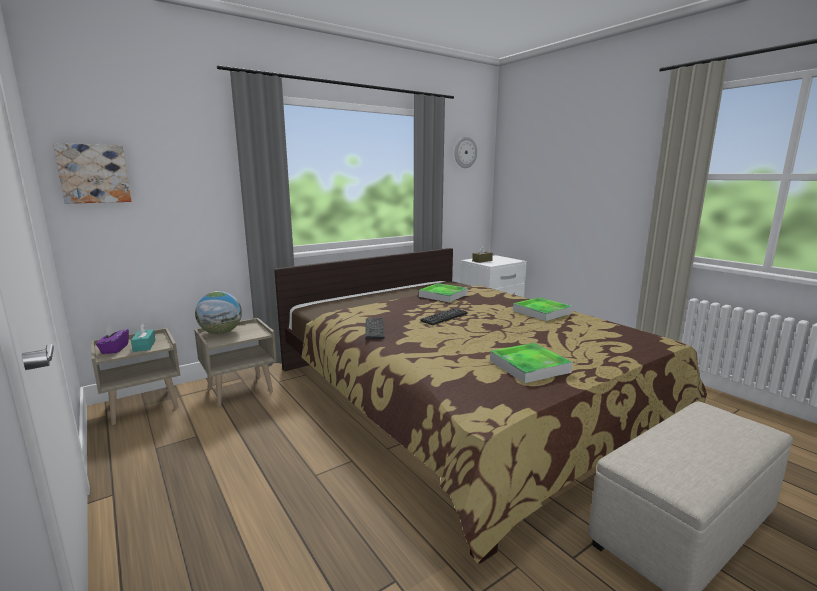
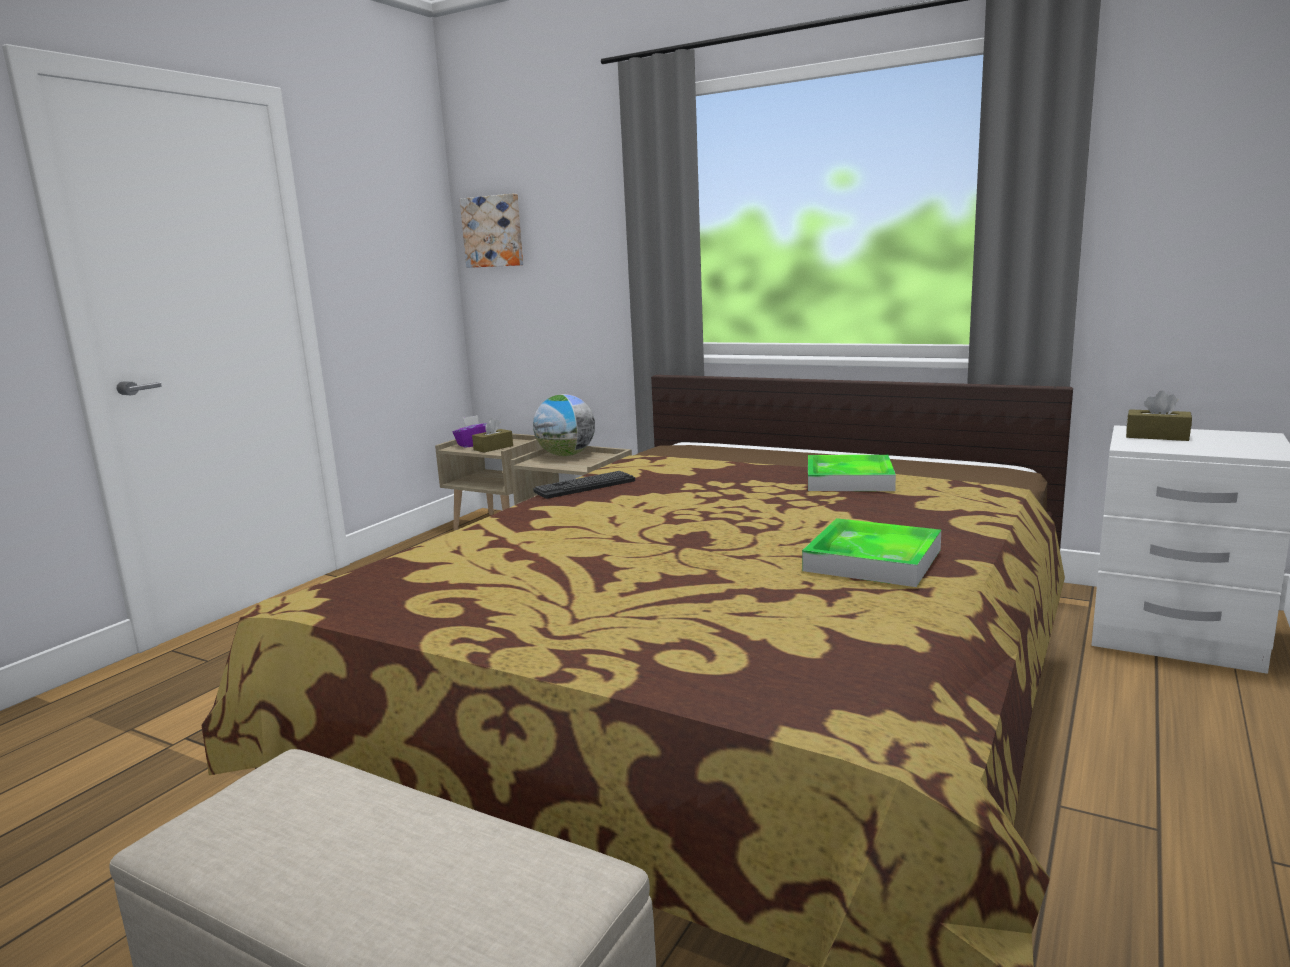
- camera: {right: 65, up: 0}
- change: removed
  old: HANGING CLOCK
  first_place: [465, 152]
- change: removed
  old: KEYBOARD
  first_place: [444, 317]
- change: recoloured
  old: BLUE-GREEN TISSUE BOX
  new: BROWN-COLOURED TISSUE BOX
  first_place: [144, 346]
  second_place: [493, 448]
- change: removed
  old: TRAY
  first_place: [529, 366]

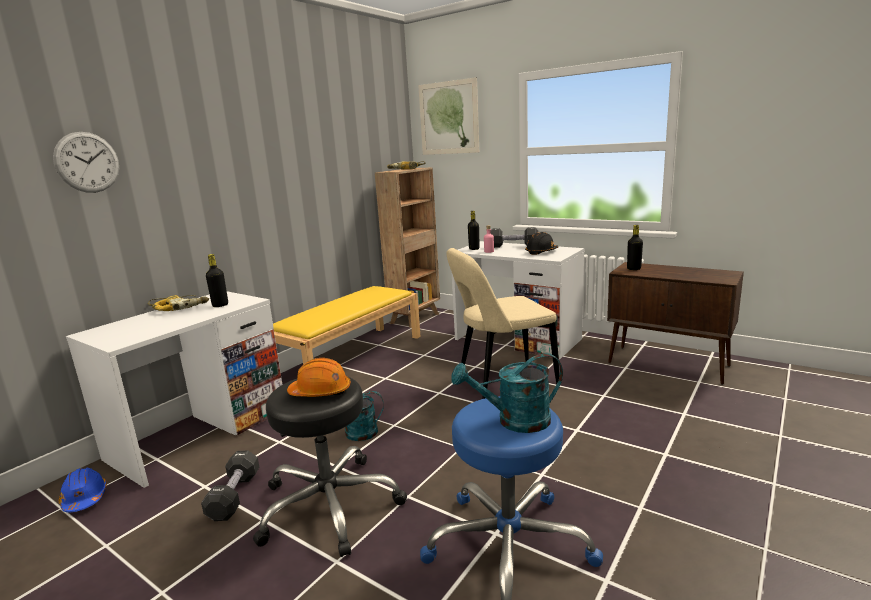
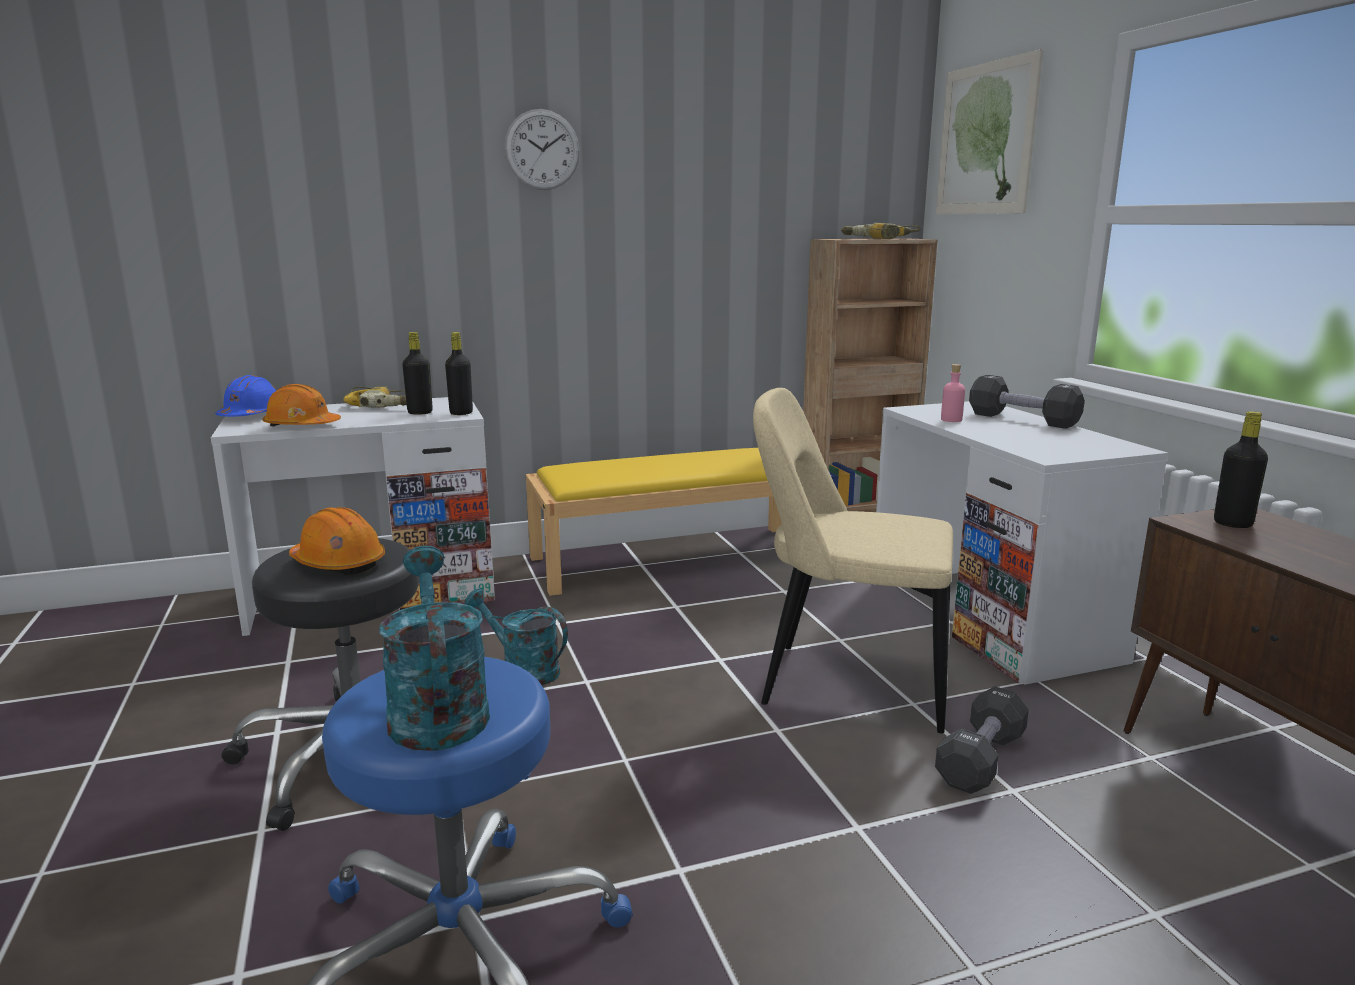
- camera: {right: 35, up: 0}
- change: moved
  old: HANGING CLOCK
  first_place: [87, 162]
  second_place: [542, 150]
- change: moved
  old: BLACK-COLOURED BOTTLE
  first_place: [474, 249]
  second_place: [461, 413]
- change: removed
  old: BLACK-COLOURED WORK HELMET
  first_place: [541, 252]
- change: turned
  old: BLUE-GREEN WATERING POT
  first_place: [514, 421]
  second_place: [436, 709]
  degrees: 45
- change: moved
  old: BLACK-COLOURED HAND WEIGHT
  first_place: [234, 496]
  second_place: [980, 759]
- change: moved
  old: BLUE-COLOURED WORK HELMET
  first_place: [84, 499]
  second_place: [251, 416]
- change: added
  new: ORANGEY WORK HELMET
  second_place: [302, 426]

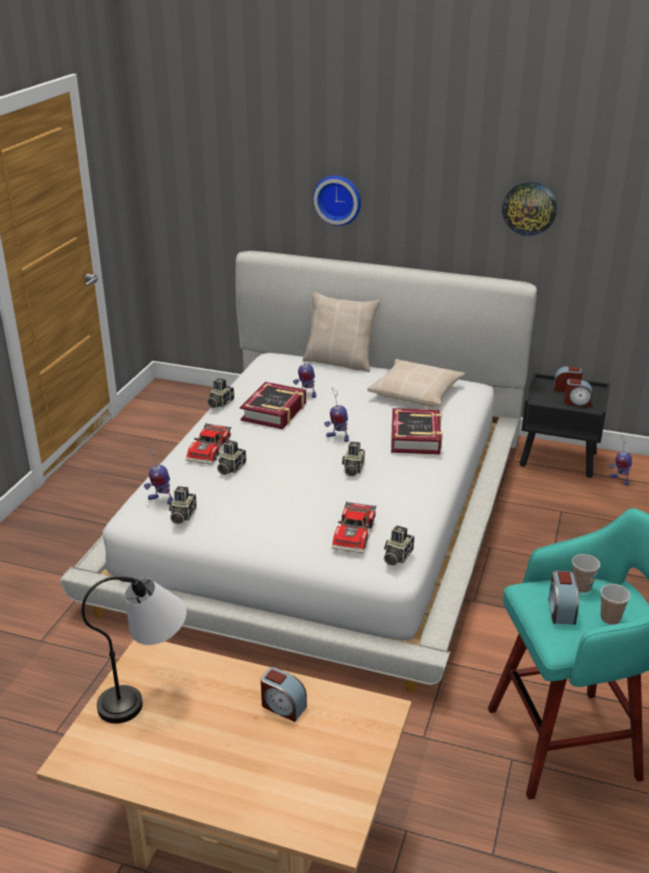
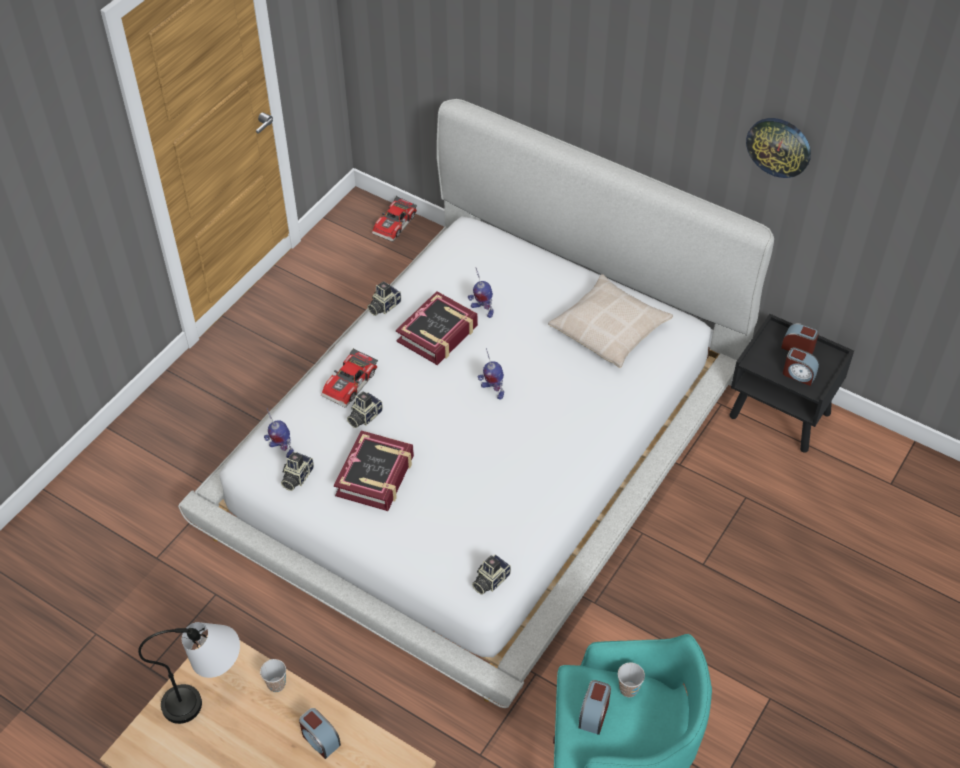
- camera: {right: 15, up: 20}
- change: removed
  old: HANGING CLOCK
  first_place: [338, 199]
- change: removed
  old: BEIGE PILLOW
  first_place: [340, 362]
- change: moved
  old: VOLUME
  first_place: [416, 438]
  second_place: [376, 476]
- change: removed
  old: TOY ROBOT
  first_place: [619, 480]
- change: removed
  old: PHOTO CAMERA
  first_place: [352, 469]
- change: moved
  old: MODEL CAR
  first_place: [356, 534]
  second_place: [396, 224]
- change: moved
  old: DRINKING CUP
  first_place: [610, 618]
  second_place: [276, 684]

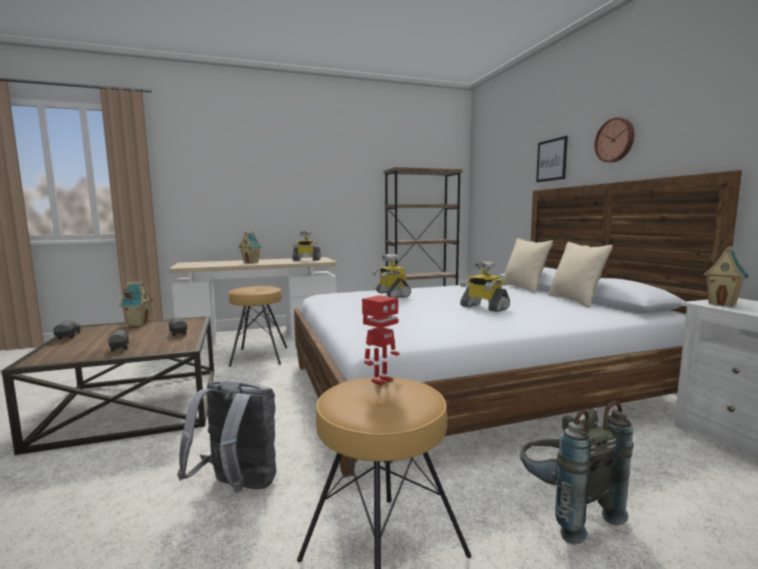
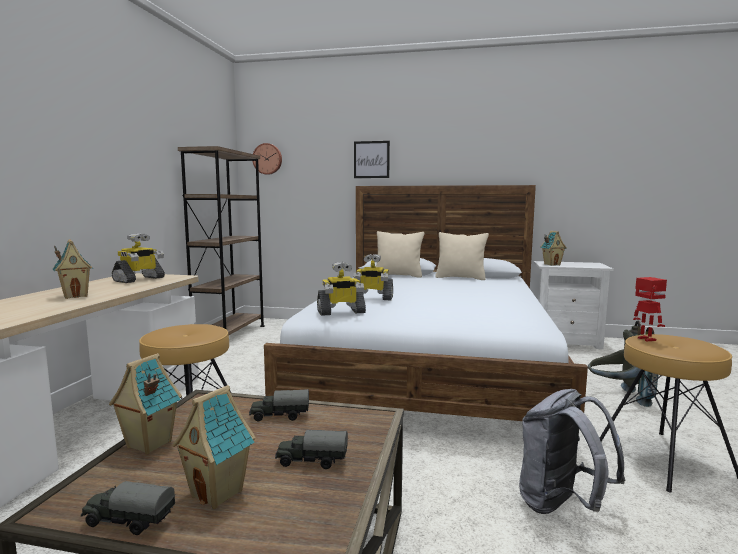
- camera: {right: -60, up: 0}
- change: moved
  old: HANGING CLOCK
  first_place: [615, 140]
  second_place: [267, 159]
- change: moved
  old: TOY ROBOT
  first_place: [483, 307]
  second_place: [341, 312]
- change: added
  new: TOY HOUSE
  second_place: [219, 493]

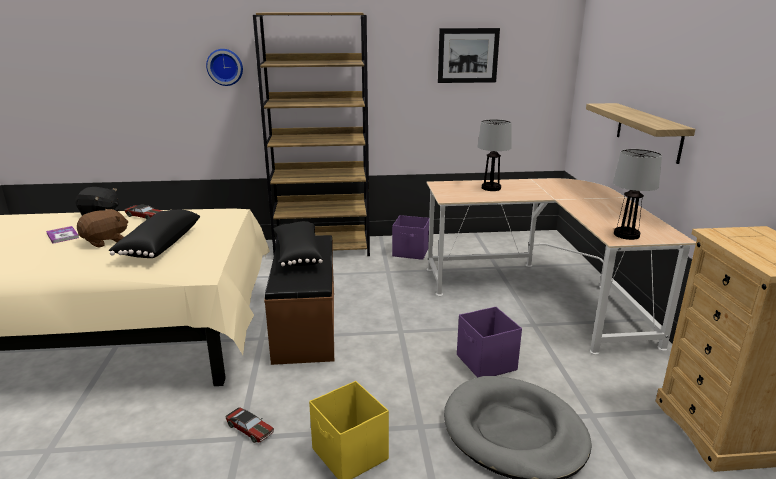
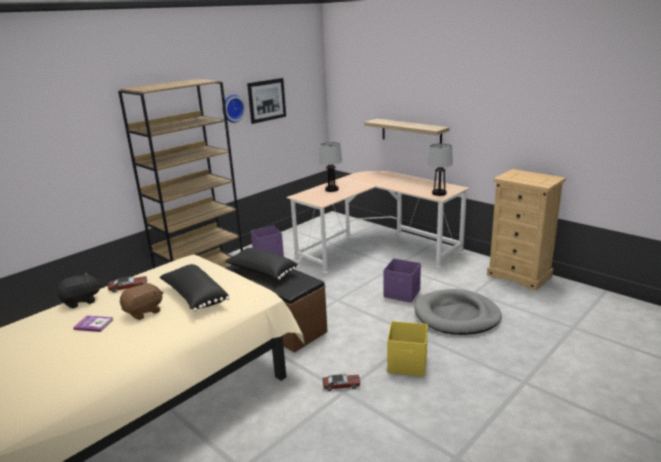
- camera: {right: -40, up: 0}
- change: moved
  old: HANGING CLOCK
  first_place: [225, 67]
  second_place: [232, 108]
- change: turned
  old: BROWN-COLOURED PLUSH TOY
  first_place: [105, 241]
  second_place: [144, 312]
  degrees: 45

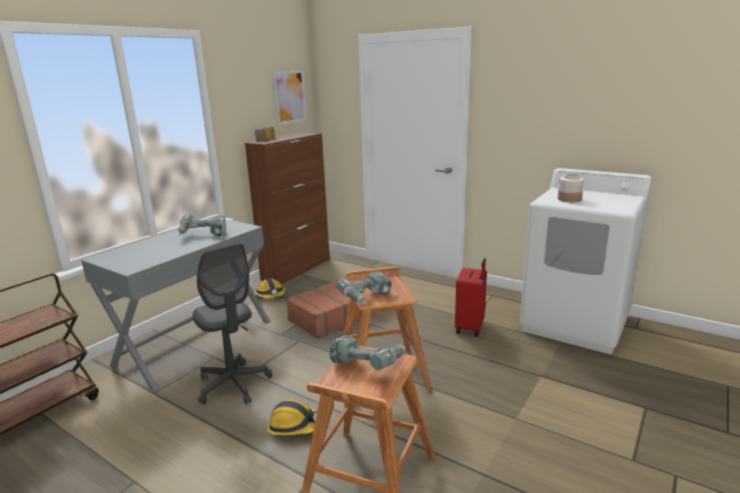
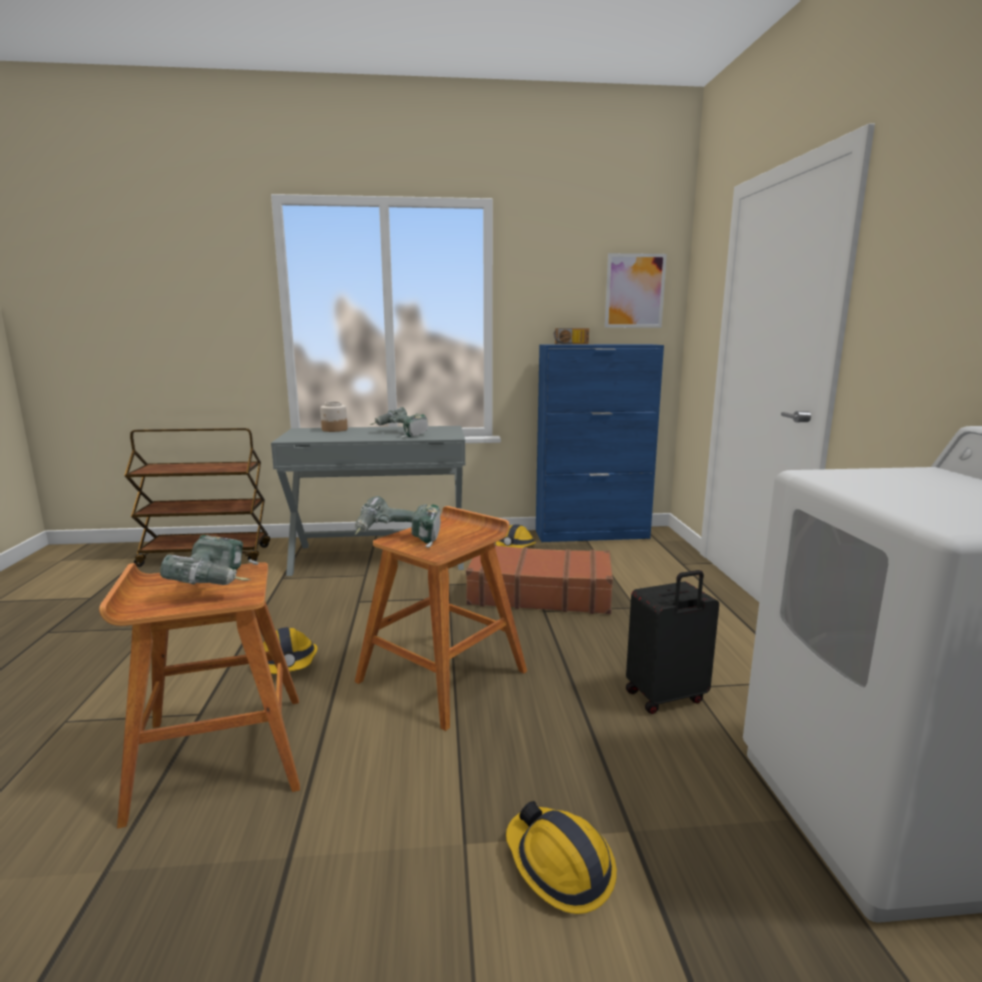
- camera: {right: 50, up: -5}
- change: recoloured
  old: BROWN-COLOURED CUPBOARD
  new: BLUE-COLOURED CUPBOARD
  first_place: [297, 269]
  second_place: [592, 534]
- change: moved
  old: JAR
  first_place: [569, 199]
  second_place: [334, 430]
- change: removed
  old: GRAY OFFICE CHAIR
  first_place: [233, 385]
- change: recoloured
  old: RED-COLOURED TRAVEL CASE
  new: BLACK-COLOURED TRAVEL CASE
  first_place: [470, 327]
  second_place: [666, 697]
- change: added
  new: WORK HELMET
  second_place: [559, 866]

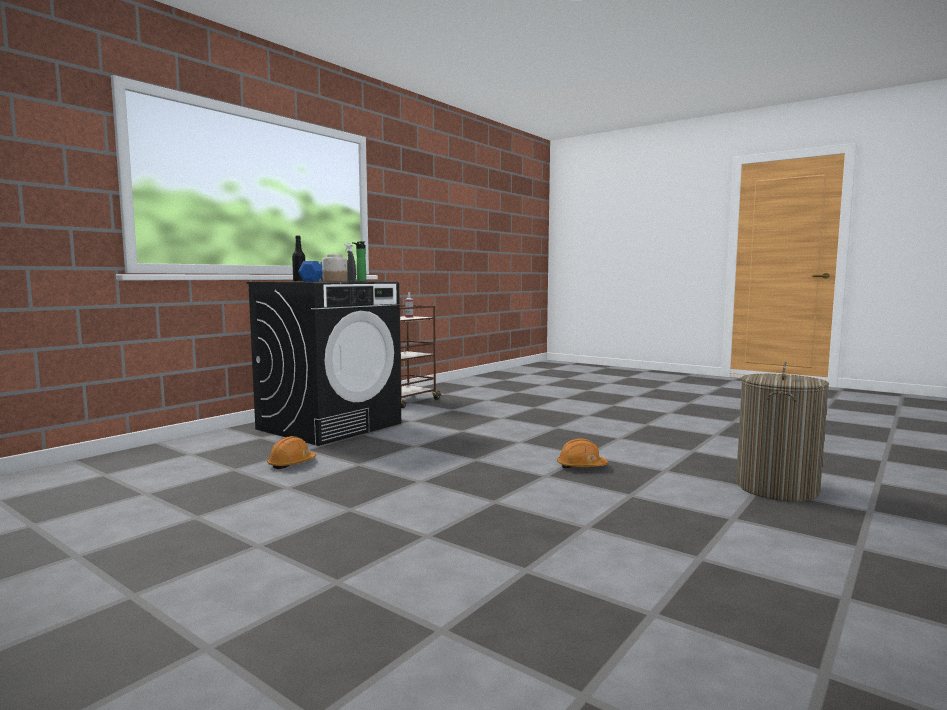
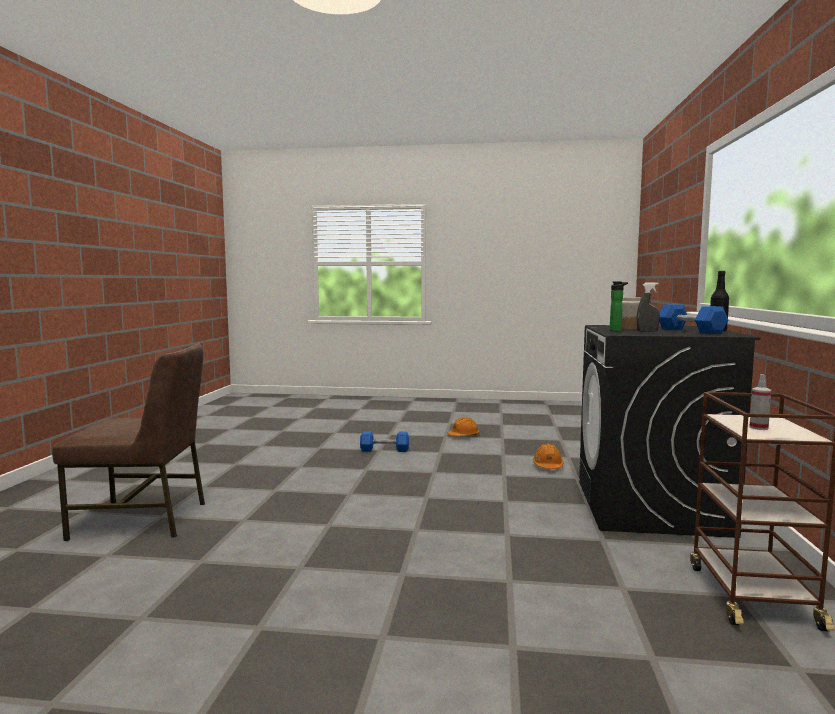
- camera: {right: 150, up: 0}
- change: replaced
  old: WASHING BASKET
  new: BROWN-COLOURED PLAIN CHAIR
  first_place: [776, 488]
  second_place: [142, 520]
- change: moved
  old: ORANGEY WORK HELMET
  first_place: [581, 466]
  second_place: [463, 436]
- change: added
  new: BLUE-COLOURED HAND WEIGHT
  second_place: [384, 450]

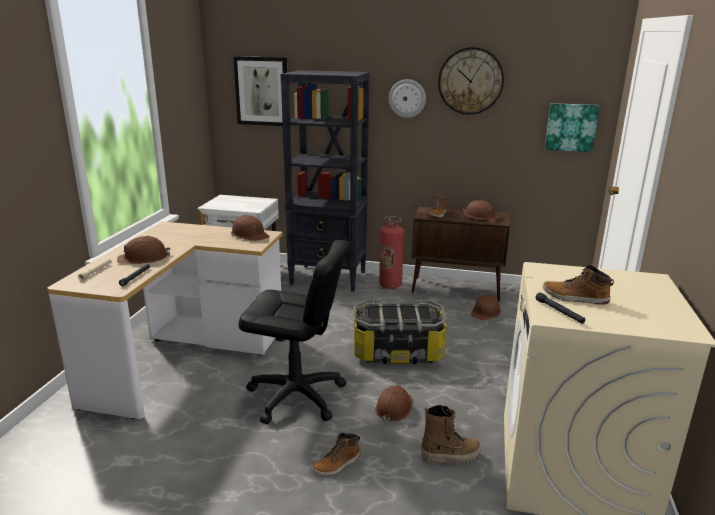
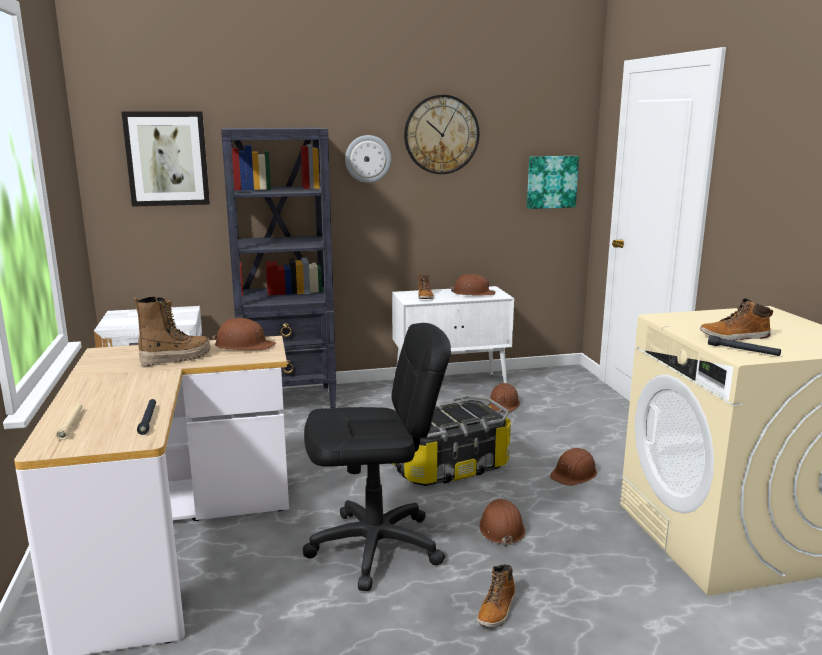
- camera: {right: -25, up: -5}
- change: recoloured
  old: BROWN-COLOURED CUPBOARD
  new: WHITE-COLOURED CUPBOARD
  first_place: [457, 289]
  second_place: [451, 386]
- change: removed
  old: FIRE-FIGHTING CYLINDER
  first_place: [390, 285]
- change: moved
  old: BROWN-COLOURED WORK HELMET
  first_place: [143, 258]
  second_place: [574, 474]
- change: moved
  old: BOOT
  first_place: [450, 456]
  second_place: [176, 359]

